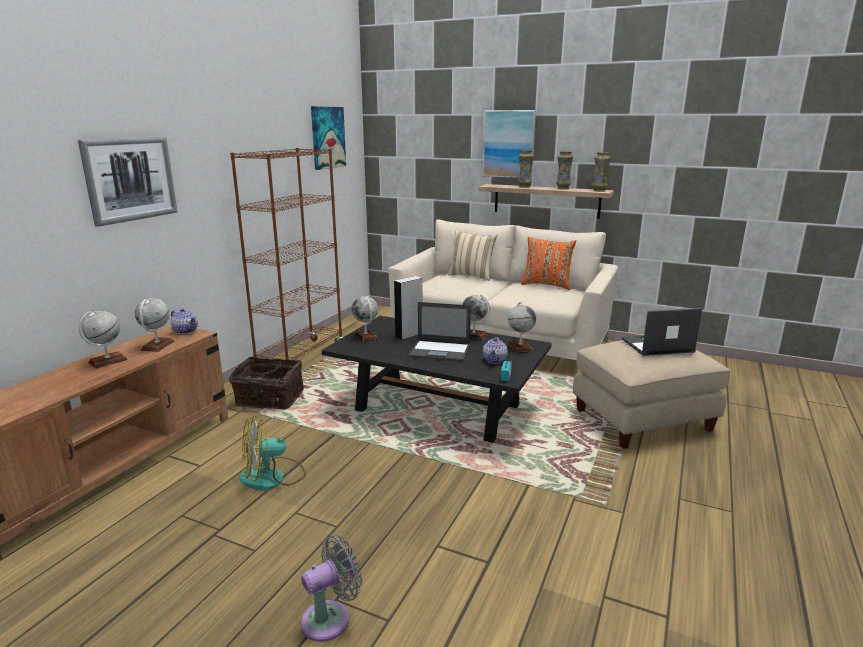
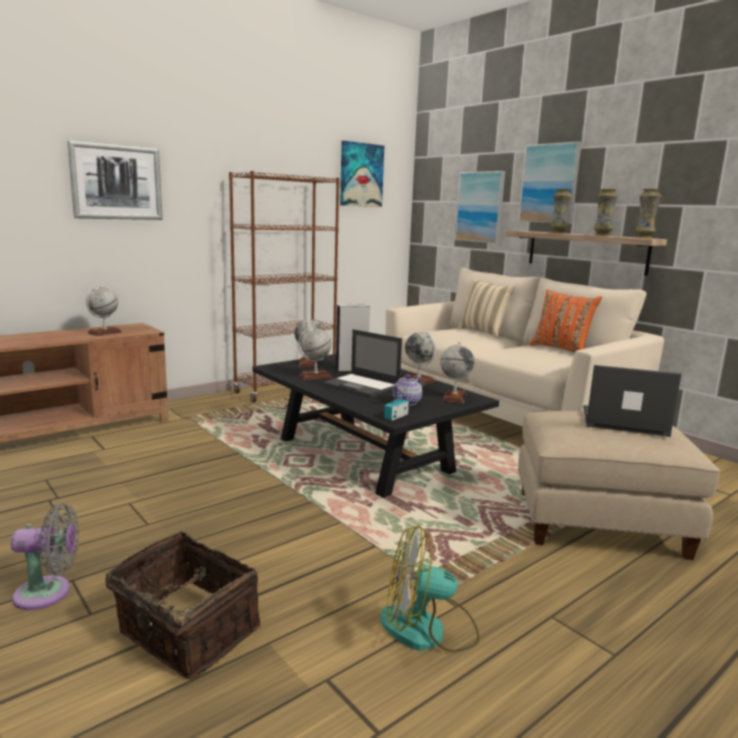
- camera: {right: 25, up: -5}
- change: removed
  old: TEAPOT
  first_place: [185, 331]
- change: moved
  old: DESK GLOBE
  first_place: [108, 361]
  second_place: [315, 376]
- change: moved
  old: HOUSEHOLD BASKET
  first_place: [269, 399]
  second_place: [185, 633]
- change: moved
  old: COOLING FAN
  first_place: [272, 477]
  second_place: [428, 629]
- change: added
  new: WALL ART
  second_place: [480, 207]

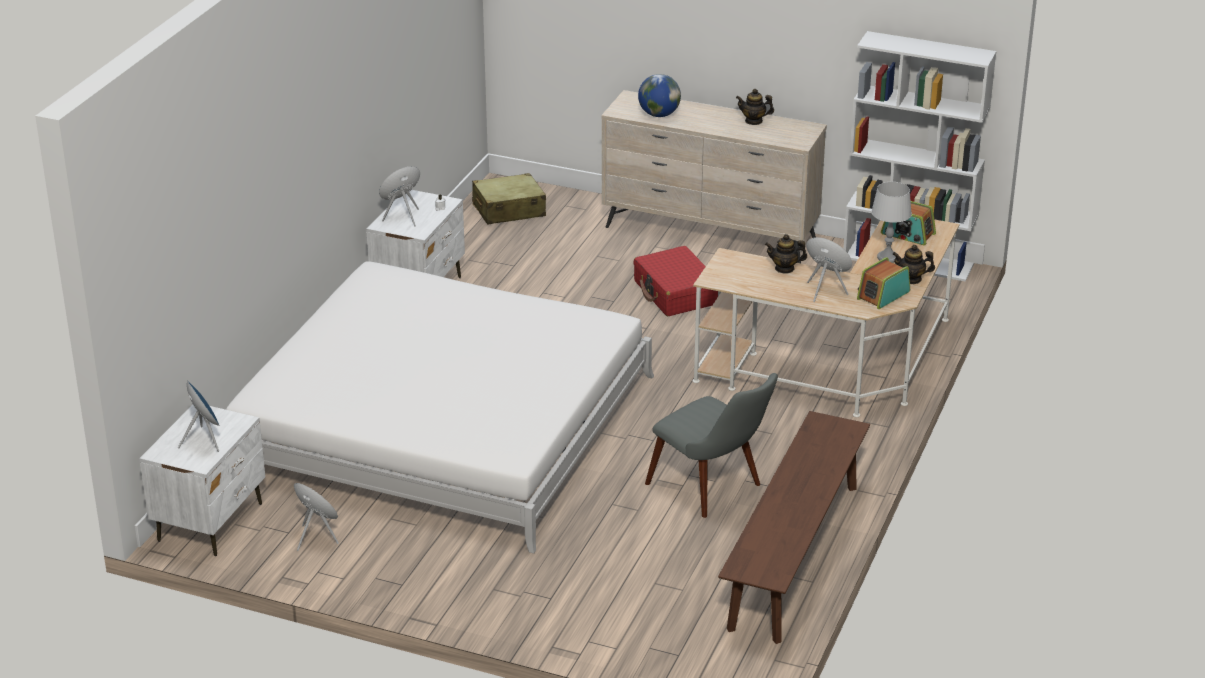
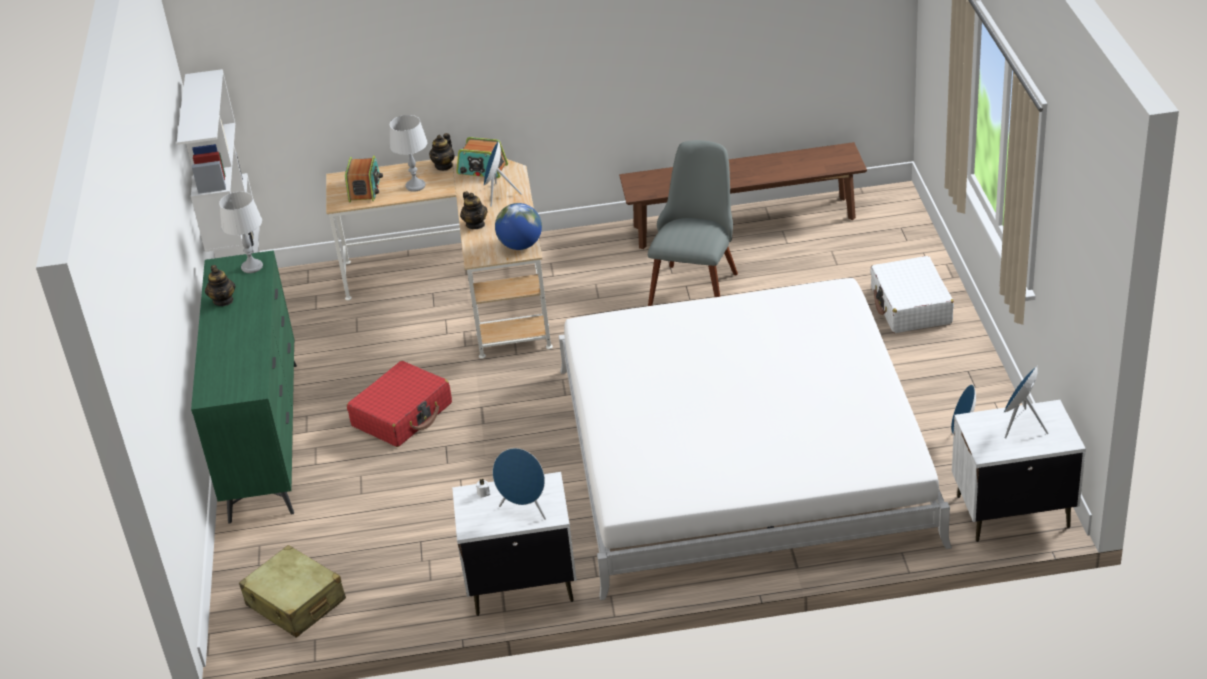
- camera: {right: -115, up: 5}
- change: moved
  old: DESK GLOBE
  first_place: [659, 114]
  second_place: [521, 245]
- change: recoloured
  old: BEIGE DRAWER CHEST
  new: GREEN DRAWER CHEST
  first_place: [710, 233]
  second_place: [265, 439]
- change: turned
  old: TEAPOT
  first_place: [911, 279]
  second_place: [444, 166]
  degrees: 45
- change: added
  new: GRAY TABLETOP LAMP
  second_place: [251, 267]
- change: added
  new: WHITE-COLOURED TRAVEL CASE
  second_place: [910, 306]

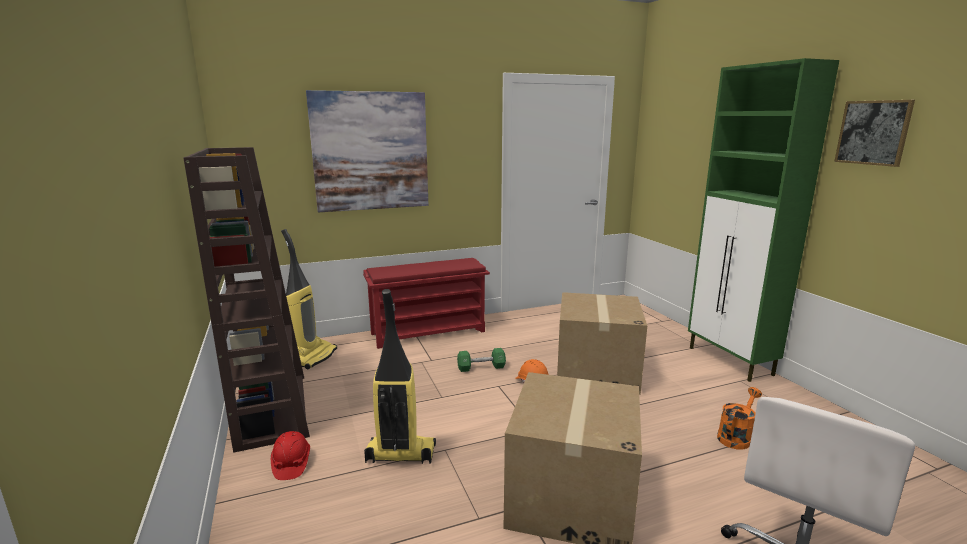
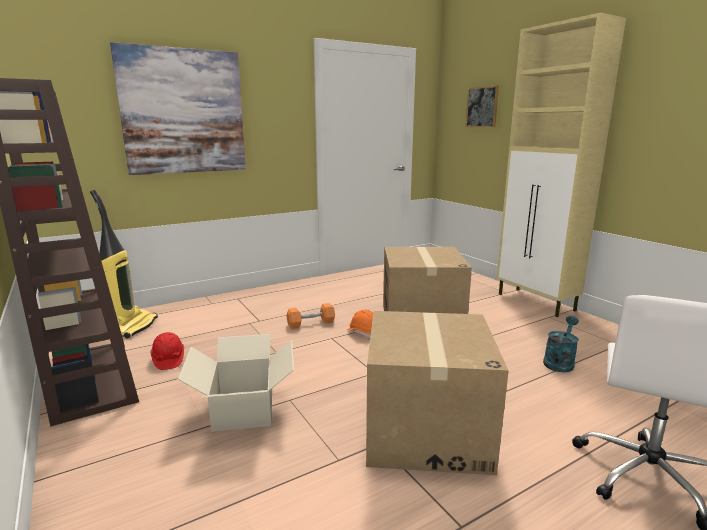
- camera: {right: -10, up: 0}
- change: recoloured
  old: GREEN CUPBOARD
  new: BEIGE CUPBOARD
  first_place: [730, 361]
  second_place: [536, 302]
- change: moved
  old: WALL ART
  first_place: [873, 132]
  second_place: [482, 107]
- change: removed
  old: RED-COLOURED SHOE RACK
  first_place: [429, 332]
- change: replaced
  old: VACUUM
  new: CARTON
  first_place: [400, 454]
  second_place: [243, 409]
- change: recoloured
  old: GREEN HAND WEIGHT
  new: ORANGEY HAND WEIGHT
  first_place: [481, 367]
  second_place: [311, 323]
- change: recoloured
  old: ORANGEY WATERING POT
  new: BLUE-GREEN WATERING POT
  first_place: [736, 436]
  second_place: [559, 362]
- change: moved
  old: RED-COLOURED WORK HELMET
  first_place: [291, 464]
  second_place: [168, 360]

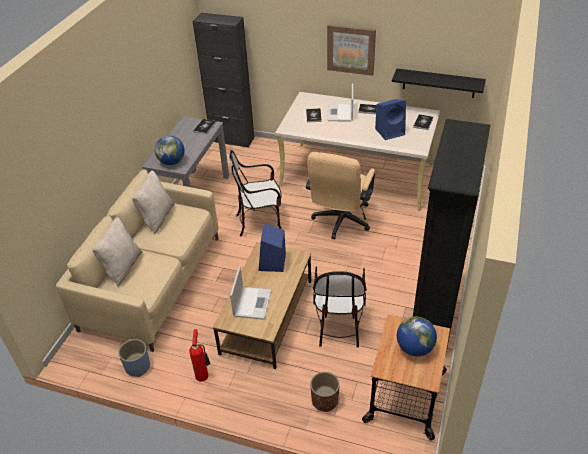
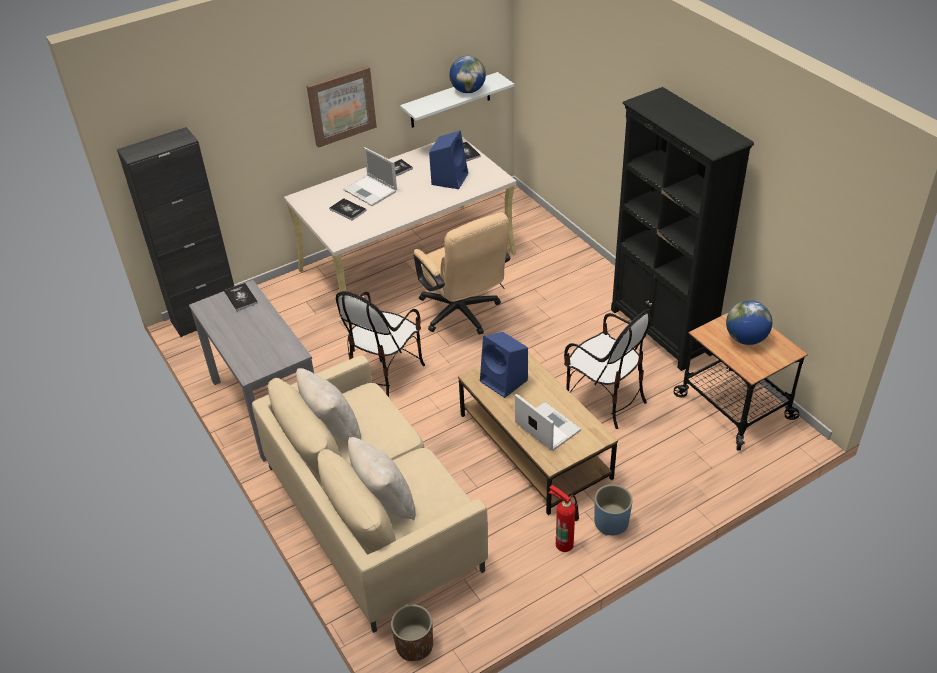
- camera: {right: -50, up: 0}
- change: recoloured
  old: BLACK-COLOURED SHELF
  new: WHITE-COLOURED SHELF
  first_place: [439, 83]
  second_place: [450, 100]
- change: moved
  old: DESK GLOBE
  first_place: [172, 162]
  second_place: [468, 91]
- change: moved
  old: BLUE-COLOURED PLANT POT
  first_place: [137, 367]
  second_place: [611, 523]
- change: moved
  old: BROWN-COLOURED PLANT POT
  first_place: [325, 401]
  second_place: [414, 645]

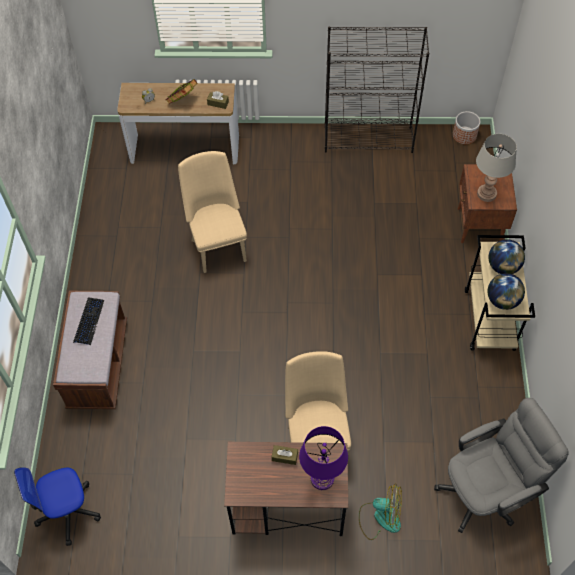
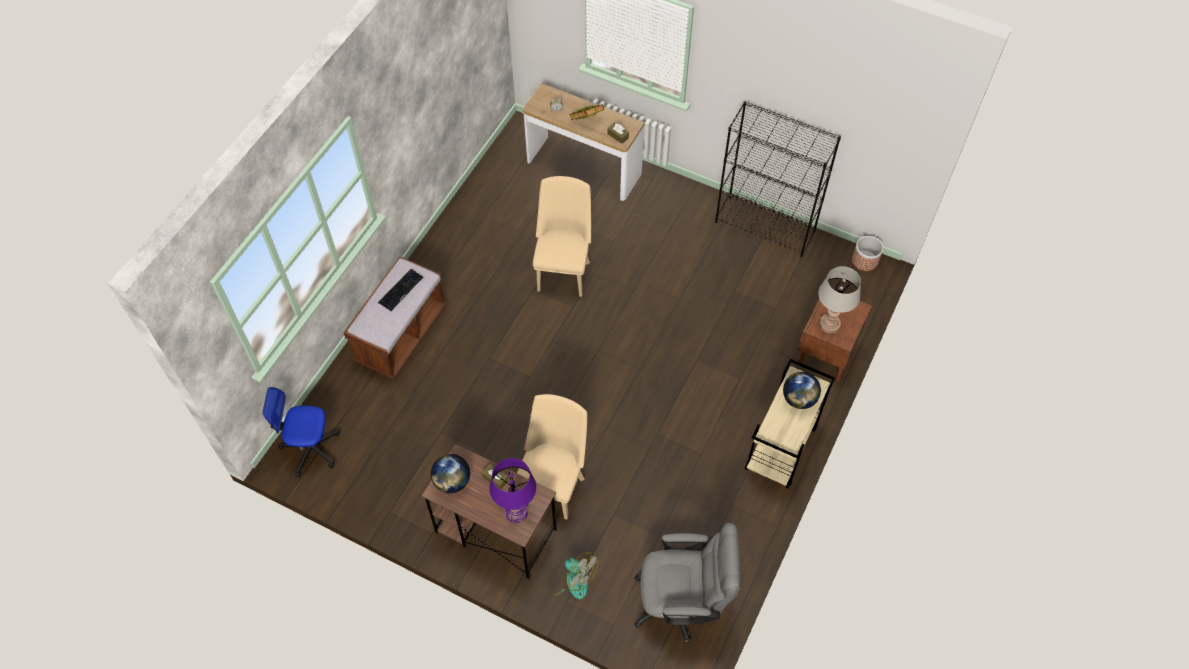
- camera: {right: 25, up: 0}
- change: moved
  old: DESK GLOBE
  first_place: [502, 300]
  second_place: [452, 481]

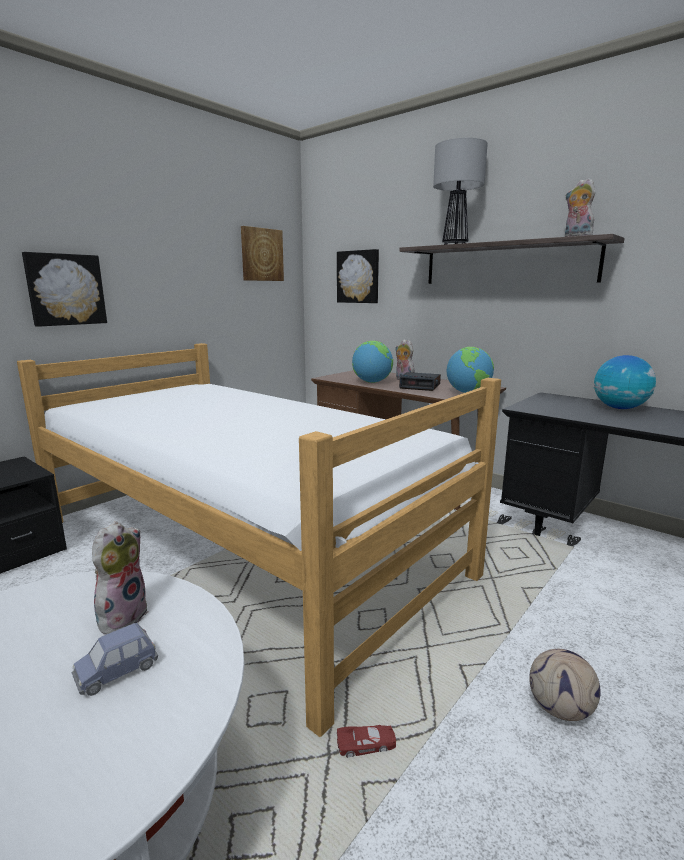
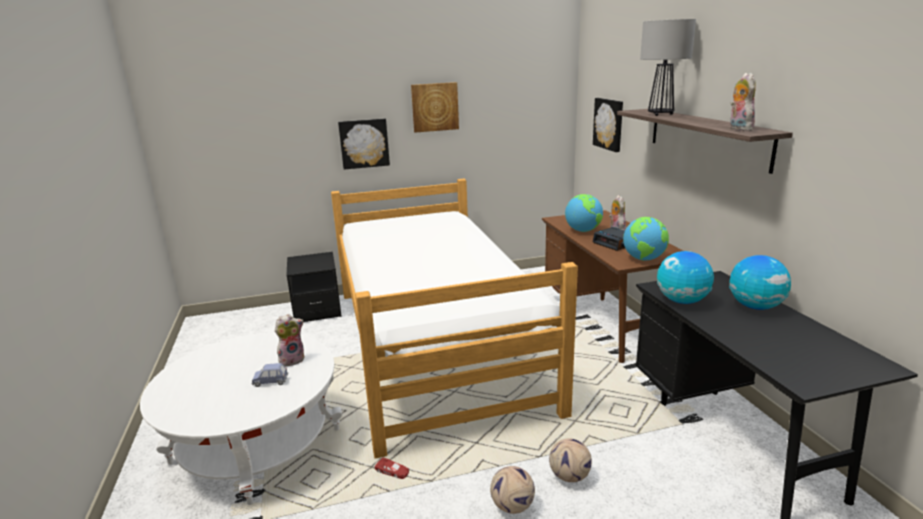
- camera: {right: 35, up: 5}
- change: moved
  old: WALL ART
  first_place: [261, 255]
  second_place: [435, 107]
- change: added
  new: DESK GLOBE
  second_place: [681, 301]
- change: added
  new: BALL FOR FOOTBALL
  second_place: [570, 476]

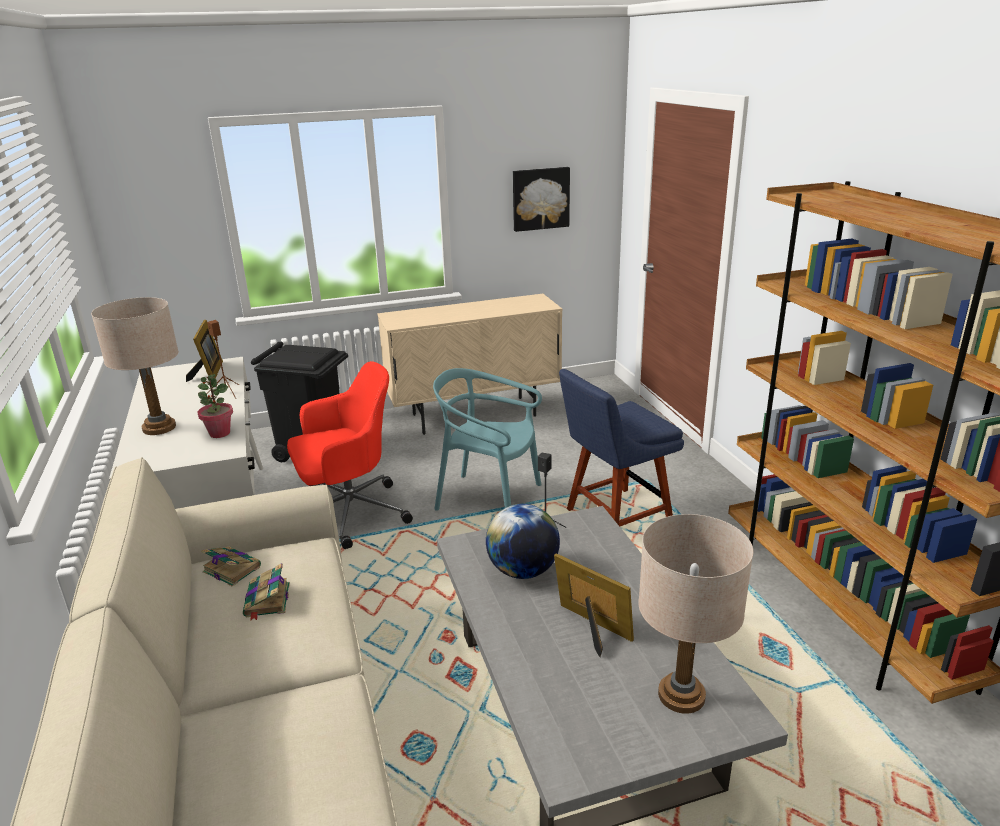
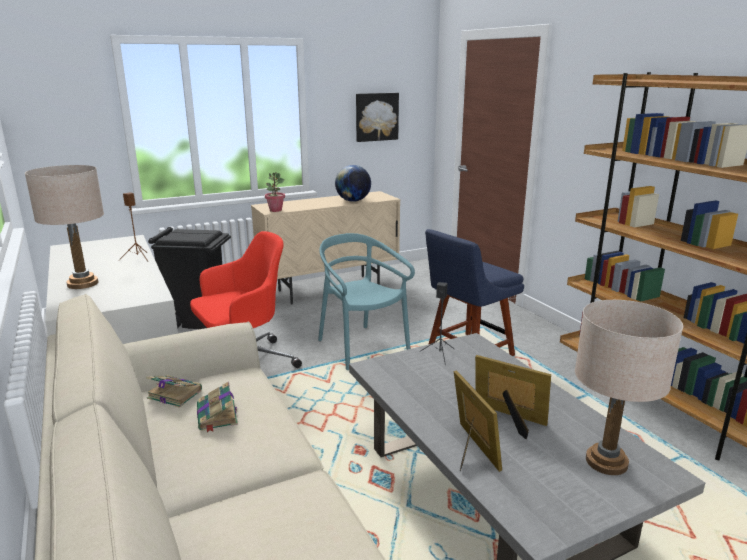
- camera: {right: -10, up: -5}
- change: moved
  old: PHOTO FRAME
  first_place: [209, 373]
  second_place: [471, 450]
- change: turned
  old: BLUE-GREEN PLAIN CHAIR
  first_place: [489, 499]
  second_place: [361, 347]
  degrees: 45
- change: moved
  old: PLANT IN A POT
  first_place: [219, 433]
  second_place: [275, 210]
- change: moved
  old: DESK GLOBE
  first_place: [523, 571]
  second_place: [353, 201]

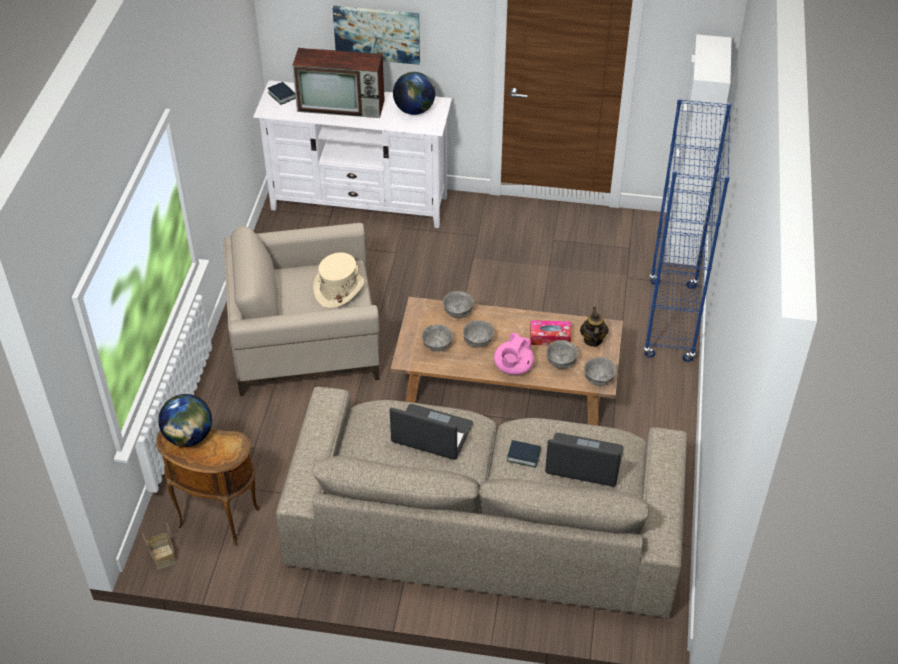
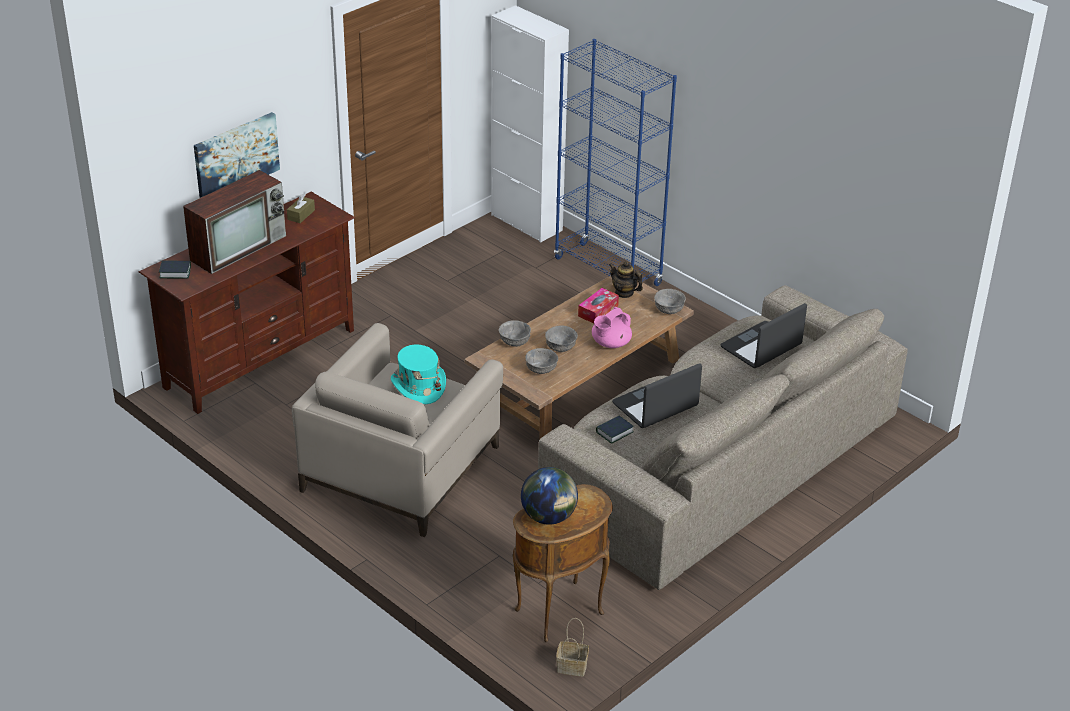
- camera: {right: -55, up: -10}
- change: replaced
  old: DESK GLOBE
  new: BROWN-COLOURED TISSUE BOX
  first_place: [414, 110]
  second_place: [301, 215]
- change: recoloured
  old: WHITE-COLOURED TV STAND
  new: BROWN-COLOURED TV STAND
  first_place: [360, 202]
  second_place: [260, 358]
- change: recoloured
  old: BEIGE CLOTHING HAT
  new: BLUE-GREEN CLOTHING HAT
  first_place: [339, 289]
  second_place: [418, 386]
- change: turned
  old: PINK-COLOURED TEAPOT
  first_place: [513, 367]
  second_place: [610, 343]
  degrees: 75
- change: removed
  old: GRAY SERVING BOWL
  first_place: [561, 362]
- change: moved
  old: VOLUME
  first_place: [523, 455]
  second_place: [614, 432]

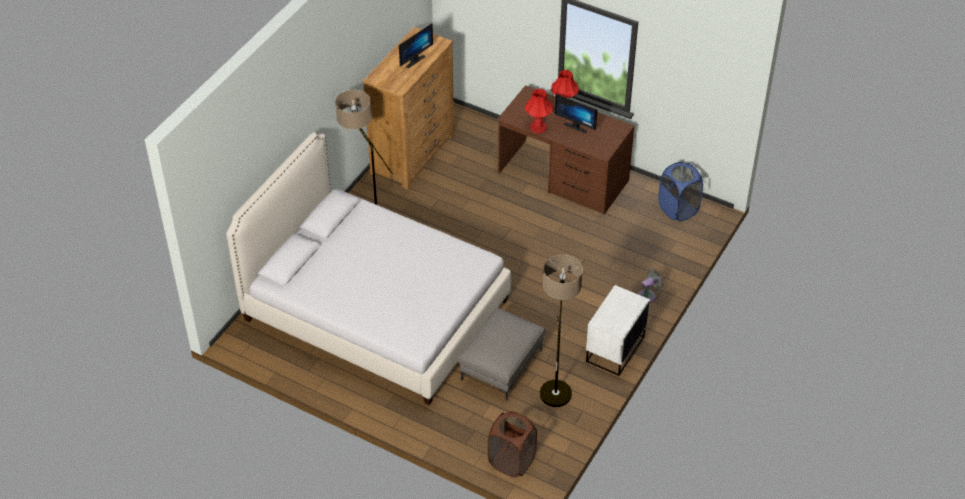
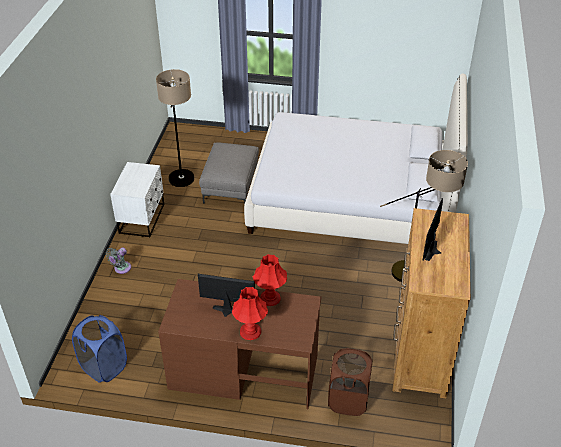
- camera: {right: 160, up: -5}
- change: moved
  old: BROWN-COLOURED WASHING BASKET
  first_place: [511, 461]
  second_place: [348, 400]

